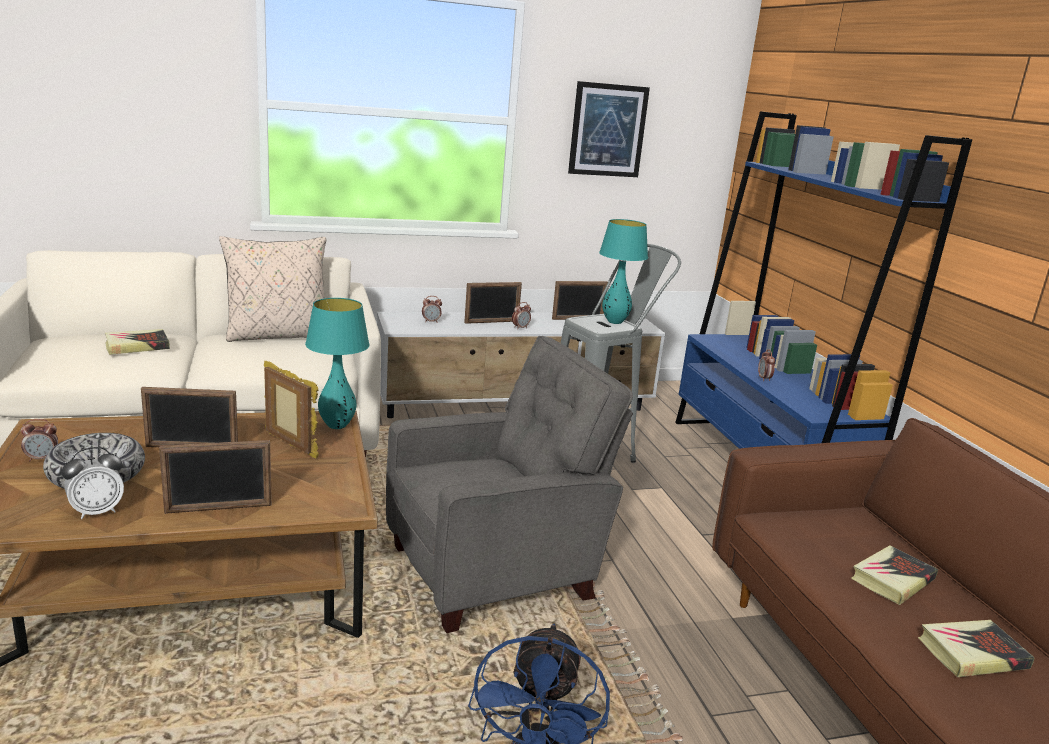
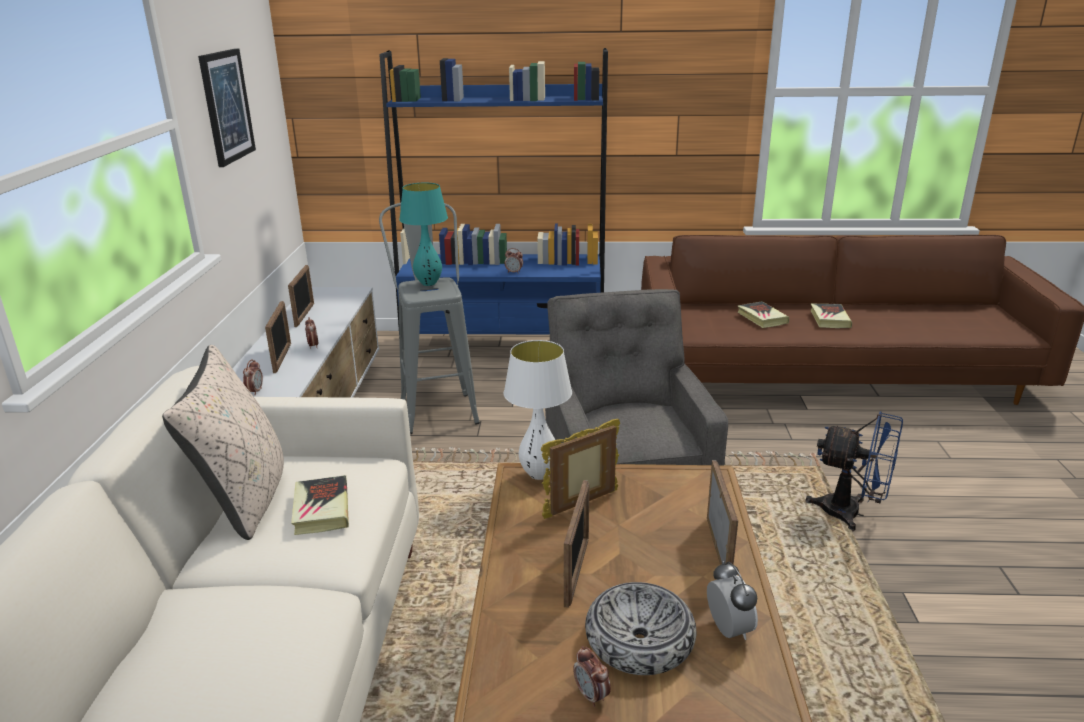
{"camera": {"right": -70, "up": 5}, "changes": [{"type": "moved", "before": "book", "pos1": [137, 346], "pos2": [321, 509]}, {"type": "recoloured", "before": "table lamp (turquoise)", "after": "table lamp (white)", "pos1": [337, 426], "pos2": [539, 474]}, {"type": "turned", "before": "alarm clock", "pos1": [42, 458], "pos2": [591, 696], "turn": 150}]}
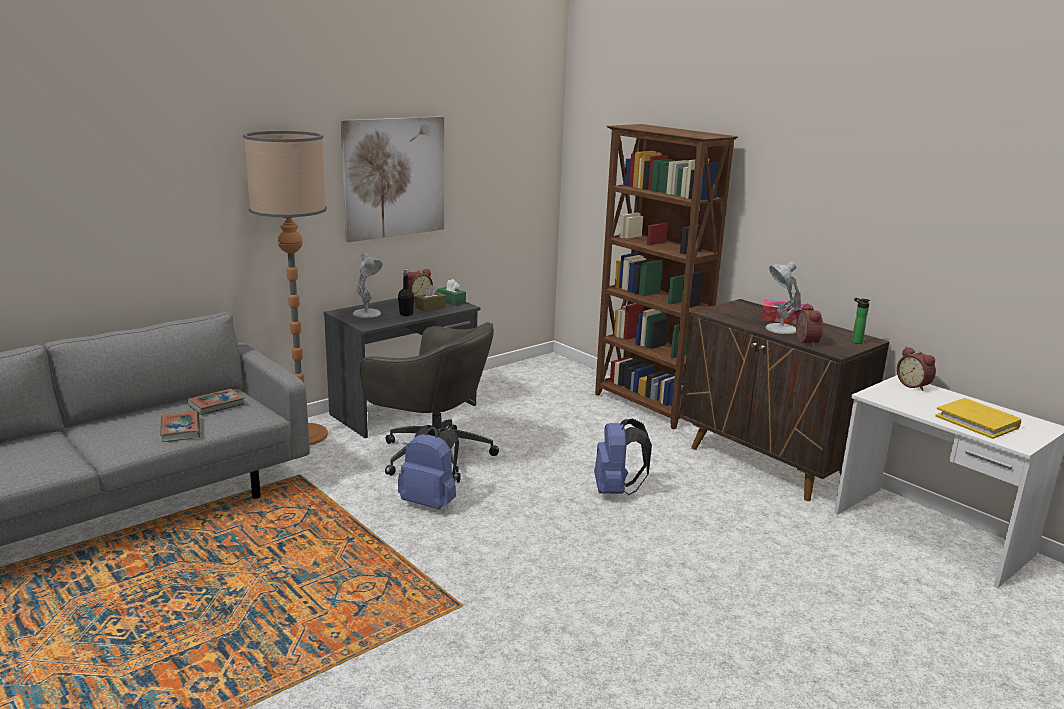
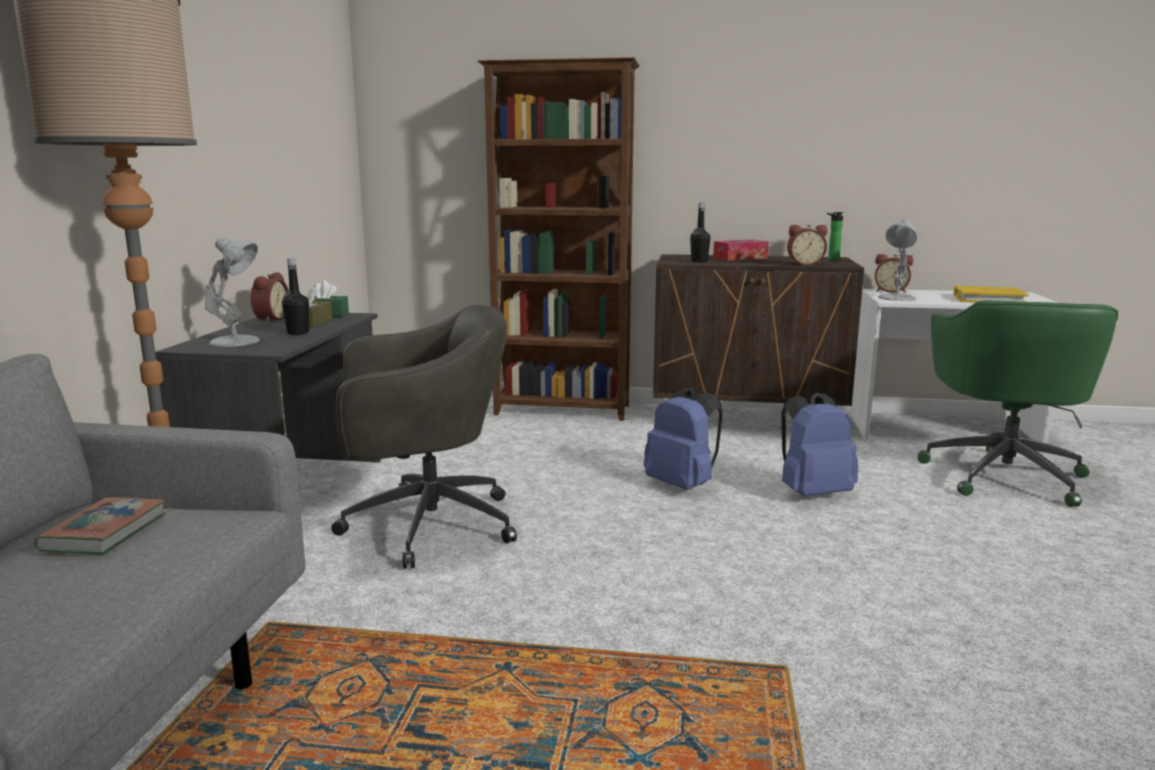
{"camera": {"right": -40, "up": -5}, "changes": [{"type": "removed", "before": "book", "pos1": [180, 430]}, {"type": "removed", "before": "picture", "pos1": [394, 177]}, {"type": "added", "after": "bottle (black)", "pos2": [699, 261]}, {"type": "added", "after": "office chair (green)", "pos2": [1003, 474]}, {"type": "moved", "before": "backpack (blue)", "pos1": [431, 502], "pos2": [812, 493]}, {"type": "moved", "before": "table lamp (white)", "pos1": [779, 329], "pos2": [896, 298]}, {"type": "turned", "before": "alarm clock", "pos1": [804, 342], "pos2": [804, 264], "turn": 135}]}
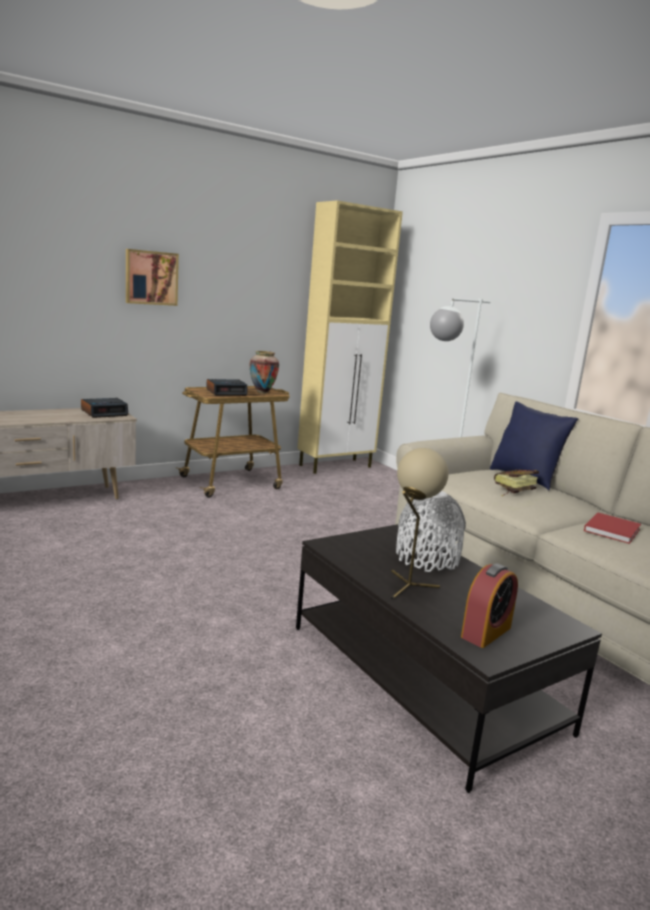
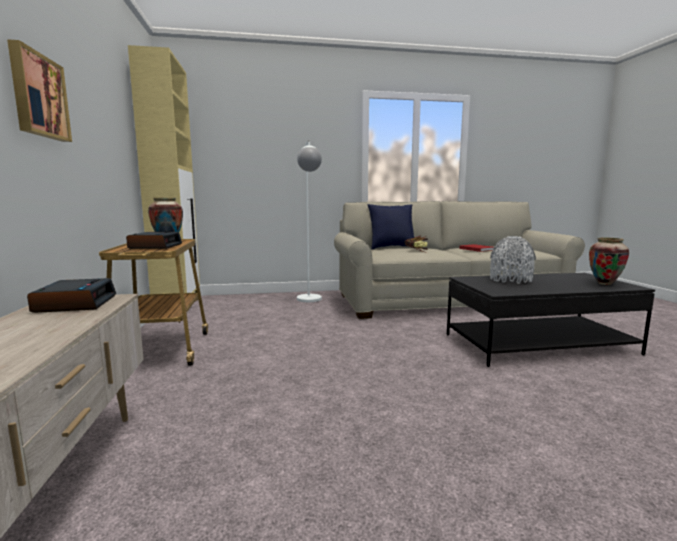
{"camera": {"right": -65, "up": -5}, "changes": [{"type": "removed", "before": "table lamp (beige)", "pos1": [407, 587]}, {"type": "replaced", "before": "alarm clock", "after": "vase", "pos1": [486, 632], "pos2": [604, 283]}]}
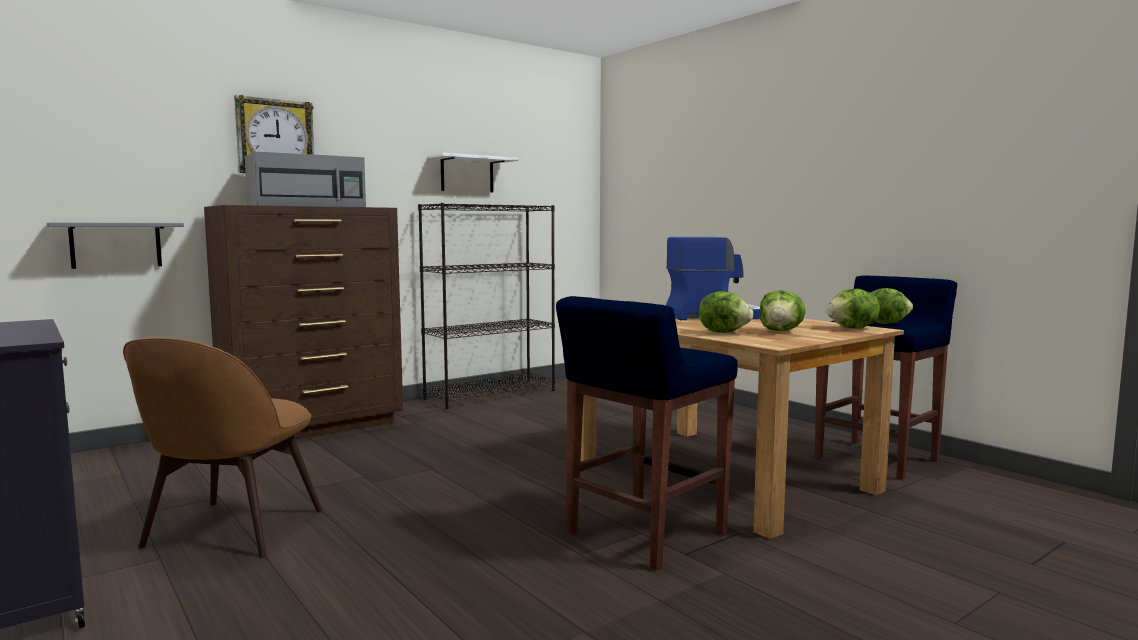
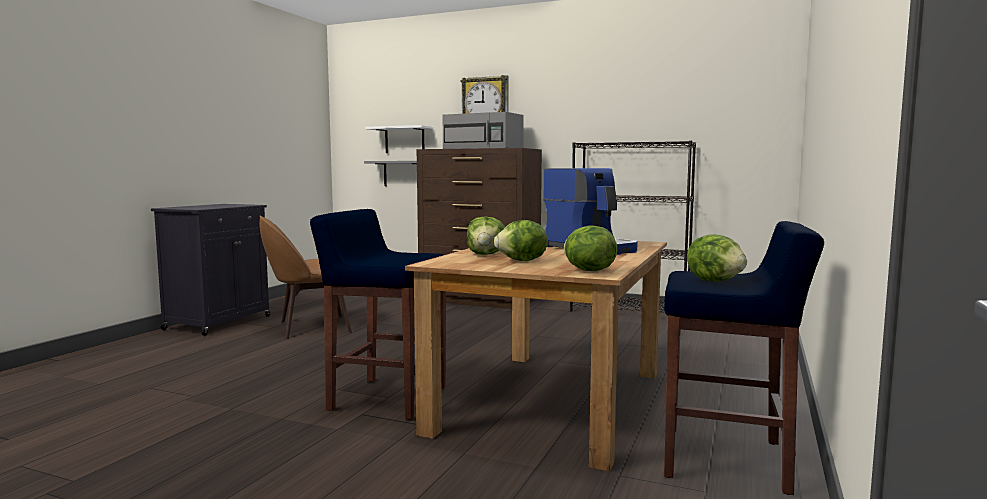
{"camera": {"right": 60, "up": 0}, "changes": [{"type": "moved", "before": "shelf (white)", "pos1": [467, 174], "pos2": [404, 140]}]}
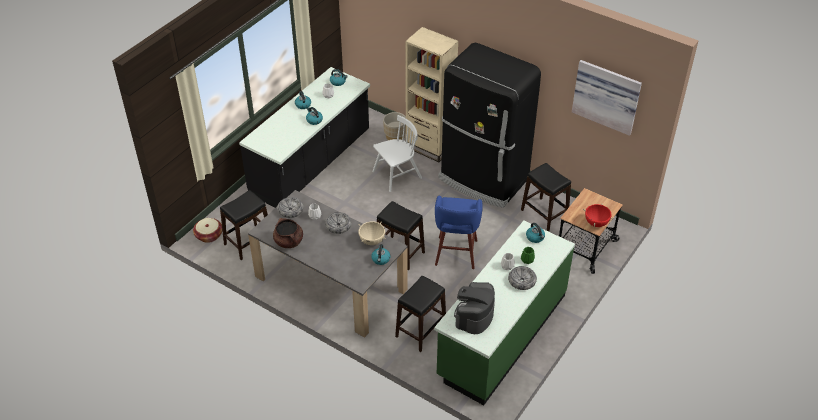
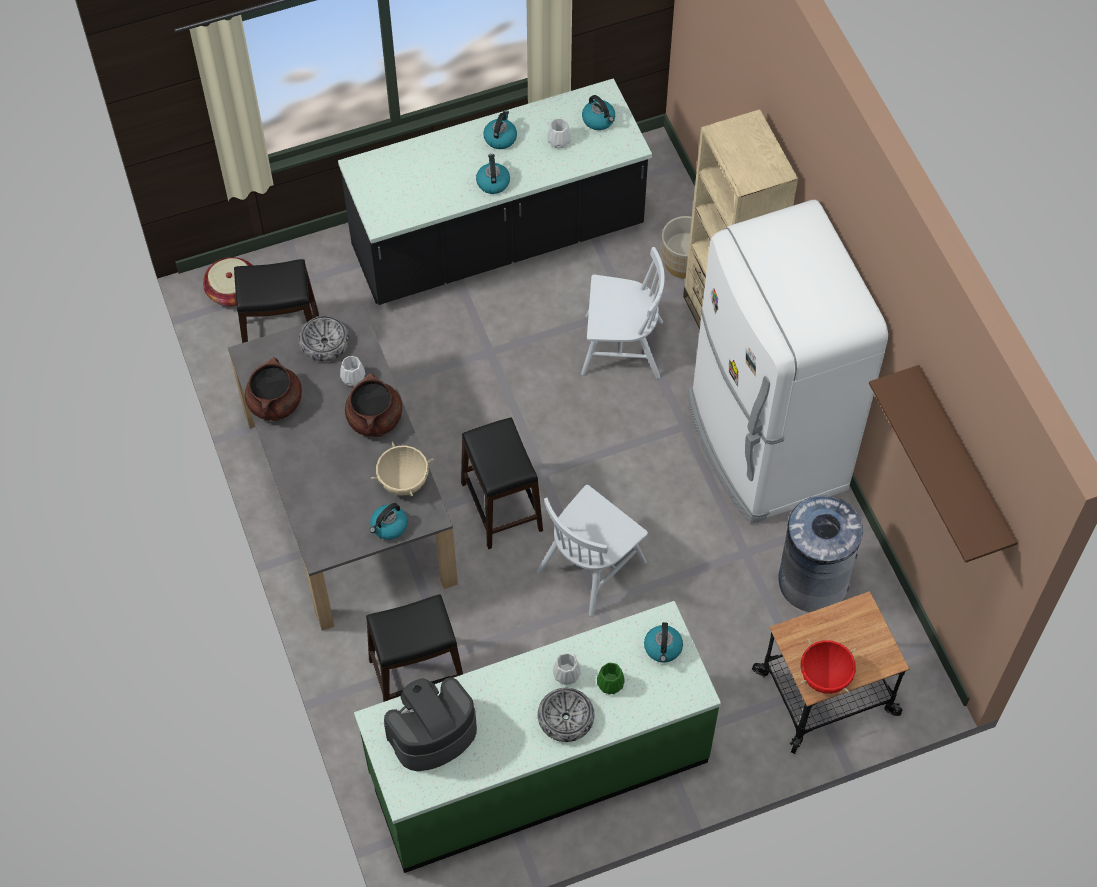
{"camera": {"right": 35, "up": 15}, "changes": [{"type": "replaced", "before": "bowl", "after": "cooking pot (brown)", "pos1": [338, 226], "pos2": [375, 419]}, {"type": "replaced", "before": "stool (blue)", "after": "chair (white)", "pos1": [455, 254], "pos2": [591, 566]}, {"type": "replaced", "before": "stool (black)", "after": "trash can (grey)", "pos1": [544, 214], "pos2": [812, 580]}, {"type": "replaced", "before": "picture", "after": "shelf (brown)", "pos1": [607, 96], "pos2": [963, 462]}, {"type": "recoloured", "before": "fridge (black)", "after": "fridge (white)", "pos1": [483, 180], "pos2": [764, 444]}]}
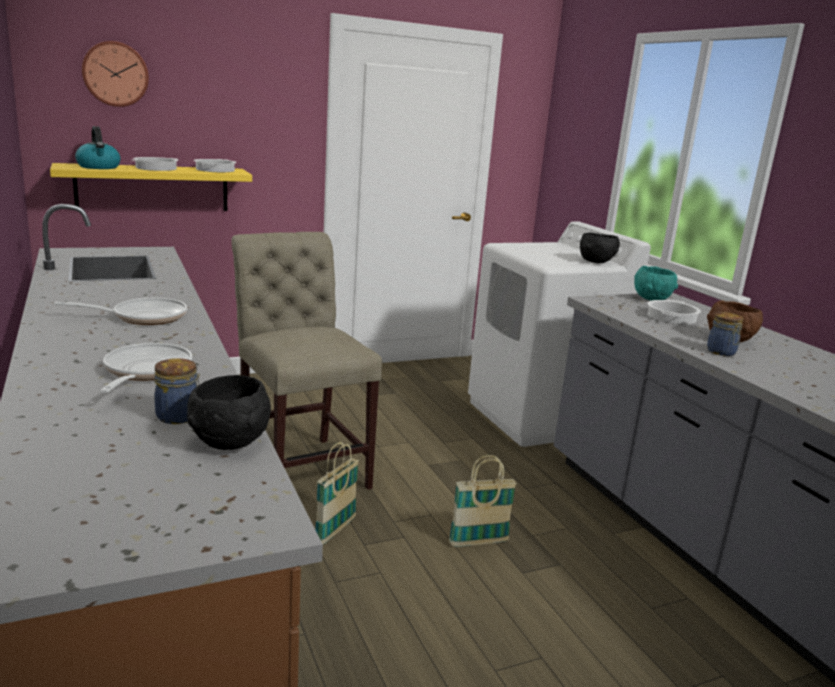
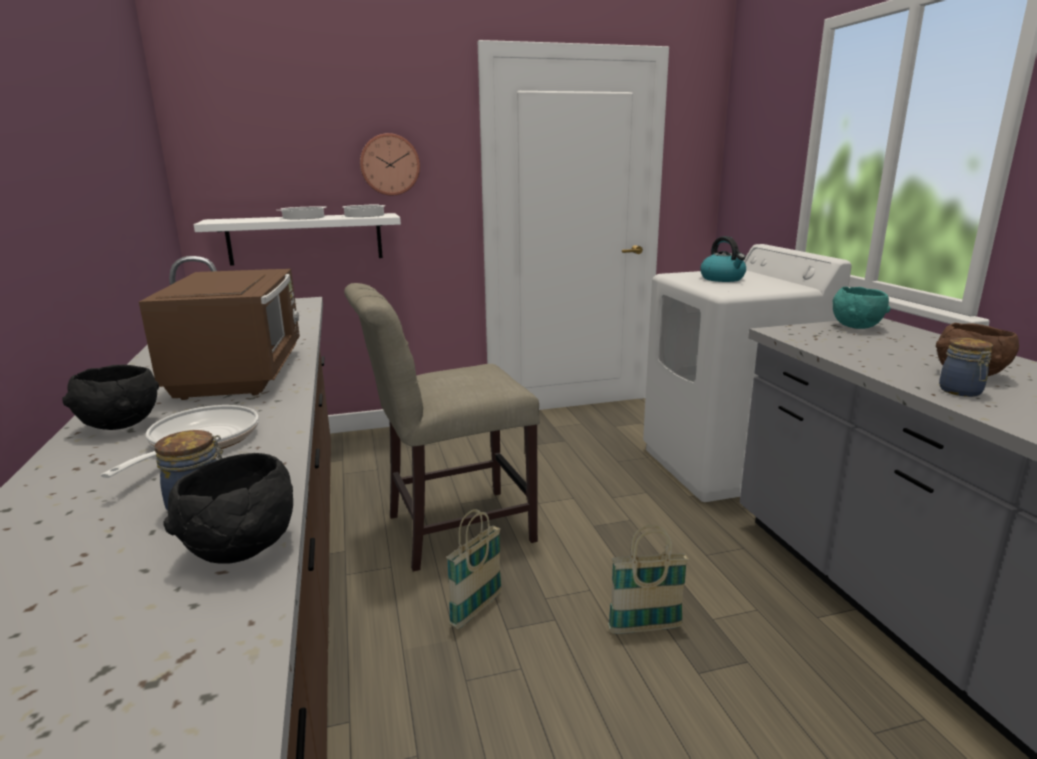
{"camera": {"right": 10, "up": 0}, "changes": [{"type": "removed", "before": "cooking pot", "pos1": [671, 317]}, {"type": "moved", "before": "kettle", "pos1": [99, 167], "pos2": [723, 279]}, {"type": "moved", "before": "wall clock", "pos1": [115, 74], "pos2": [389, 164]}, {"type": "moved", "before": "bowl (black)", "pos1": [596, 262], "pos2": [121, 425]}, {"type": "replaced", "before": "frying pan", "after": "microwave (brown)", "pos1": [143, 317], "pos2": [242, 373]}, {"type": "recoloured", "before": "shelf (yellow)", "after": "shelf (white)", "pos1": [153, 188], "pos2": [305, 239]}, {"type": "turned", "before": "chair (beige)", "pos1": [301, 467], "pos2": [450, 529], "turn": -90}]}
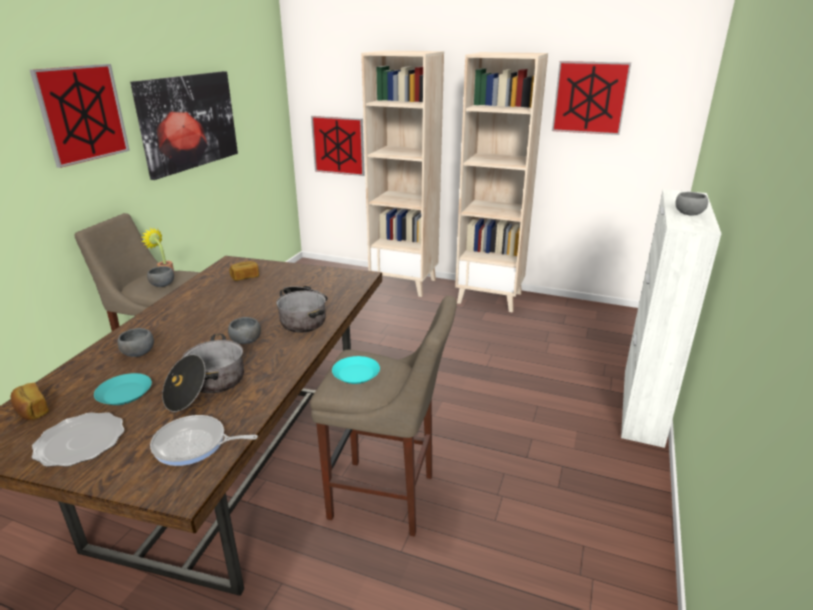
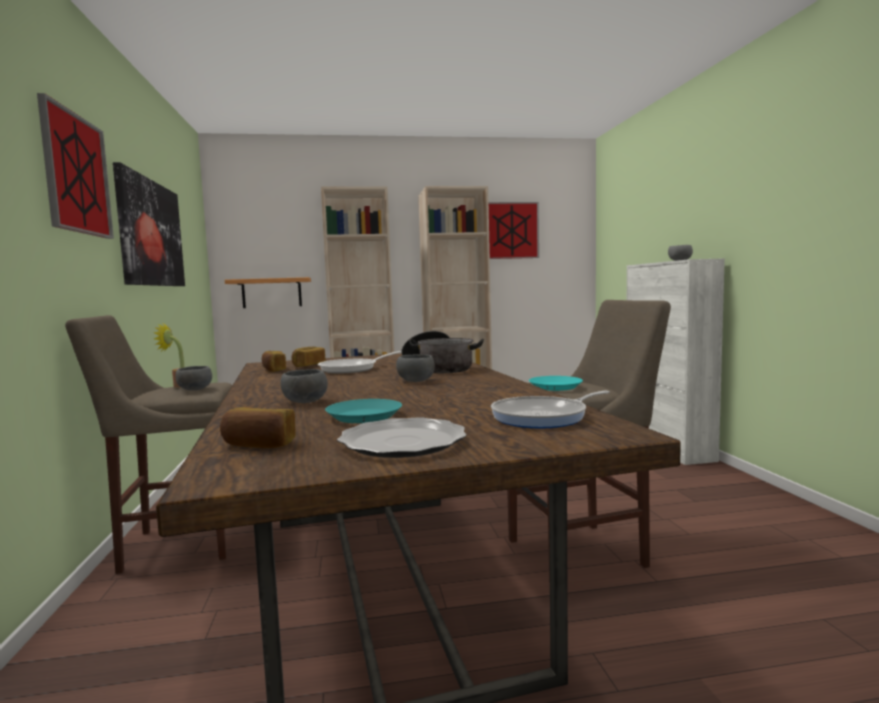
{"camera": {"right": -30, "up": -20}, "changes": [{"type": "removed", "before": "cooking pot", "pos1": [206, 387]}, {"type": "added", "after": "bread", "pos2": [273, 370]}, {"type": "added", "after": "frying pan", "pos2": [353, 369]}, {"type": "replaced", "before": "picture", "after": "shelf", "pos1": [338, 145], "pos2": [271, 293]}]}
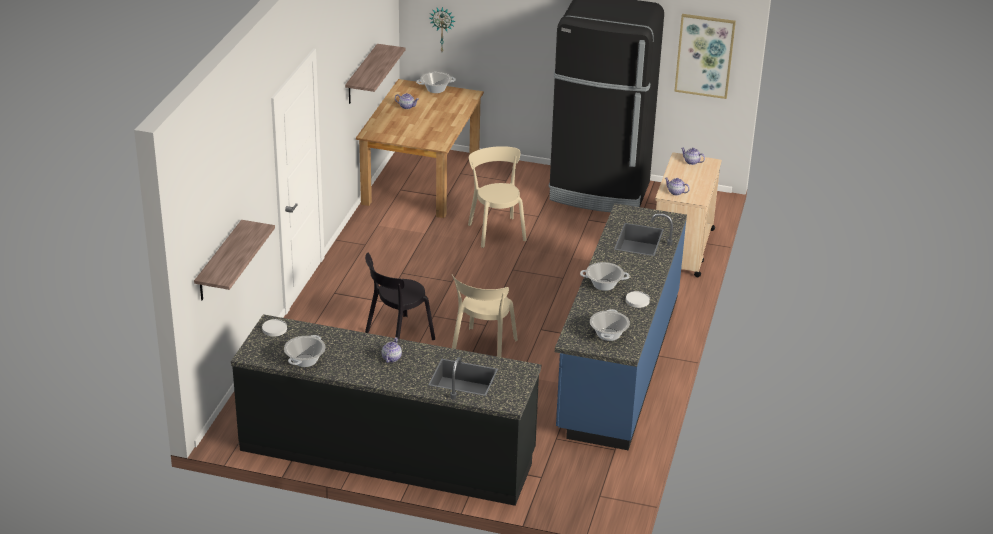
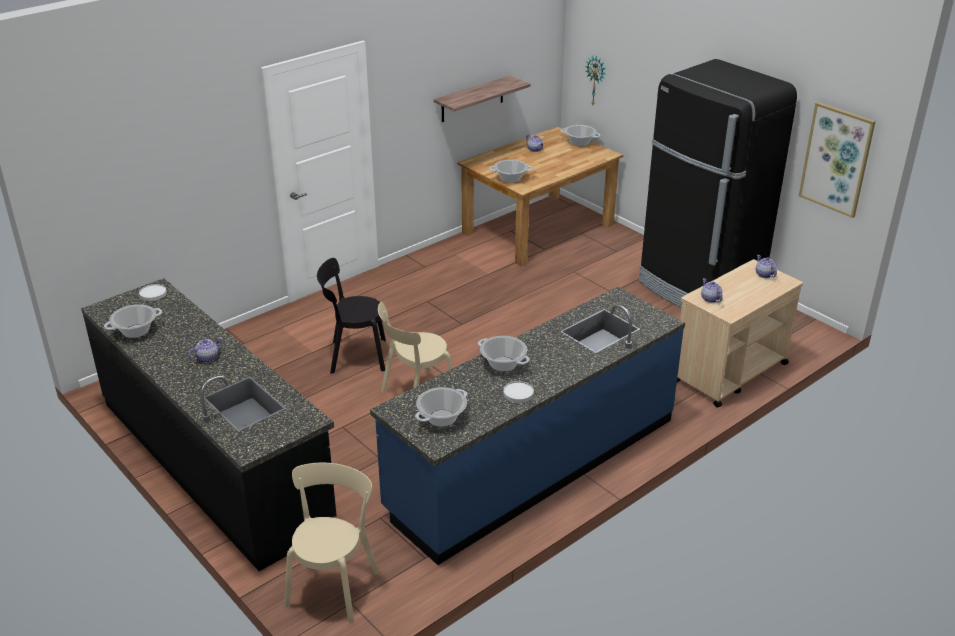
{"camera": {"right": 35, "up": 0}, "changes": [{"type": "removed", "before": "shelf", "pos1": [219, 262]}, {"type": "added", "after": "cooking pot", "pos2": [510, 179]}, {"type": "moved", "before": "chair (beige)", "pos1": [496, 231], "pos2": [334, 585]}]}
